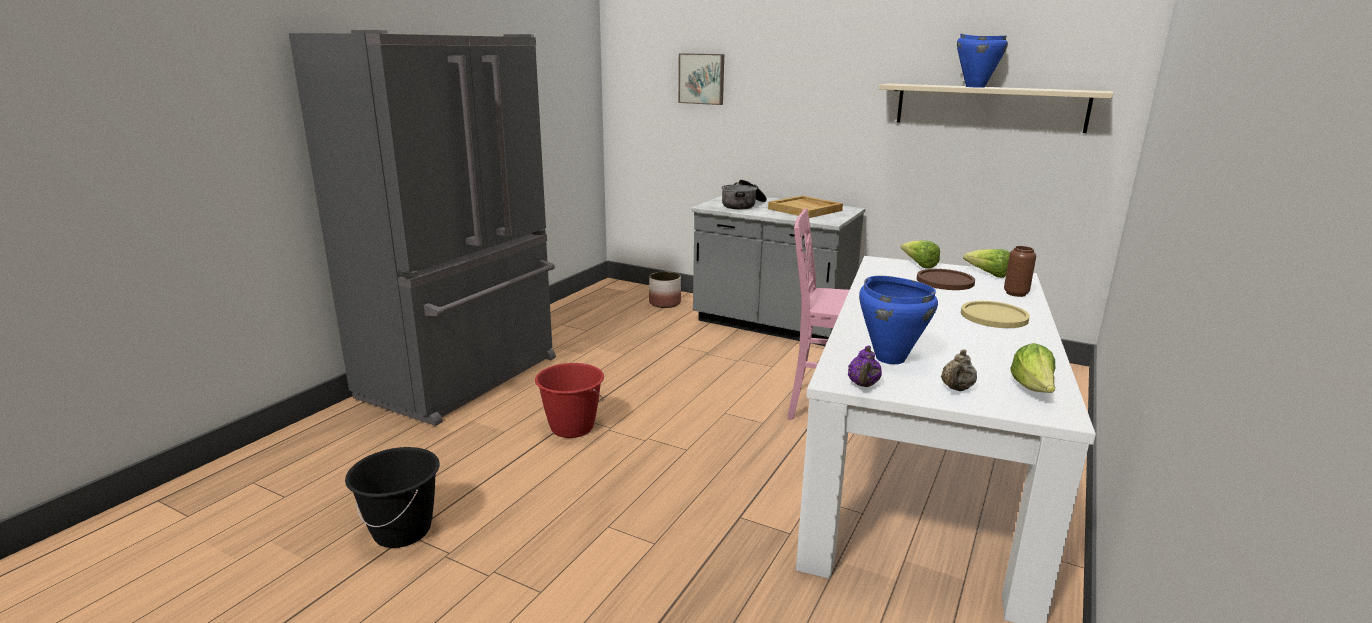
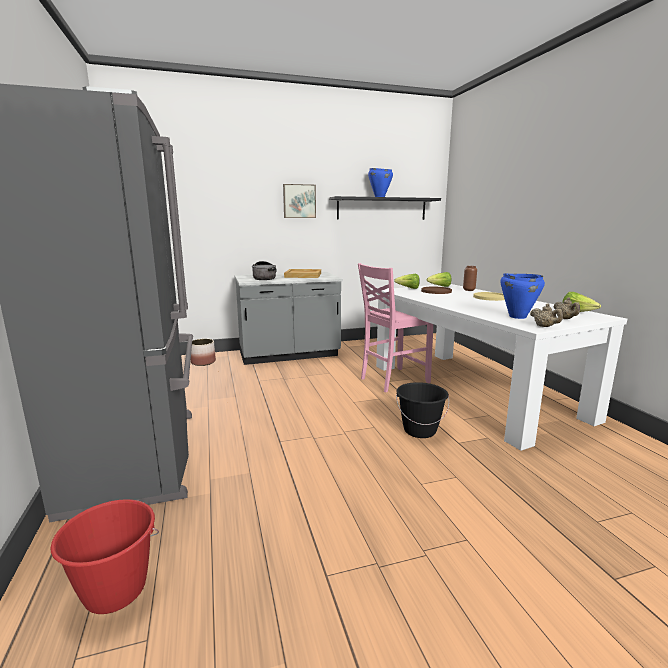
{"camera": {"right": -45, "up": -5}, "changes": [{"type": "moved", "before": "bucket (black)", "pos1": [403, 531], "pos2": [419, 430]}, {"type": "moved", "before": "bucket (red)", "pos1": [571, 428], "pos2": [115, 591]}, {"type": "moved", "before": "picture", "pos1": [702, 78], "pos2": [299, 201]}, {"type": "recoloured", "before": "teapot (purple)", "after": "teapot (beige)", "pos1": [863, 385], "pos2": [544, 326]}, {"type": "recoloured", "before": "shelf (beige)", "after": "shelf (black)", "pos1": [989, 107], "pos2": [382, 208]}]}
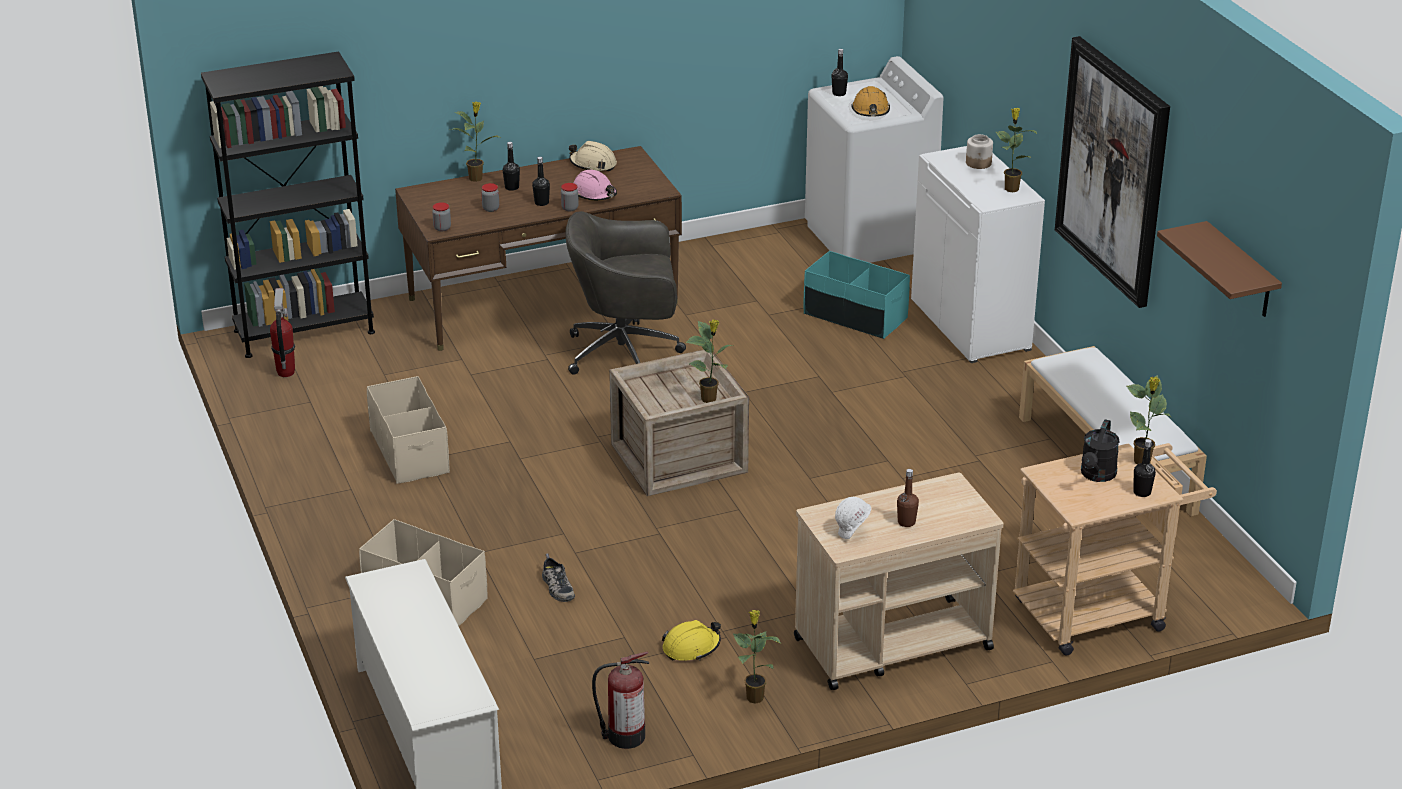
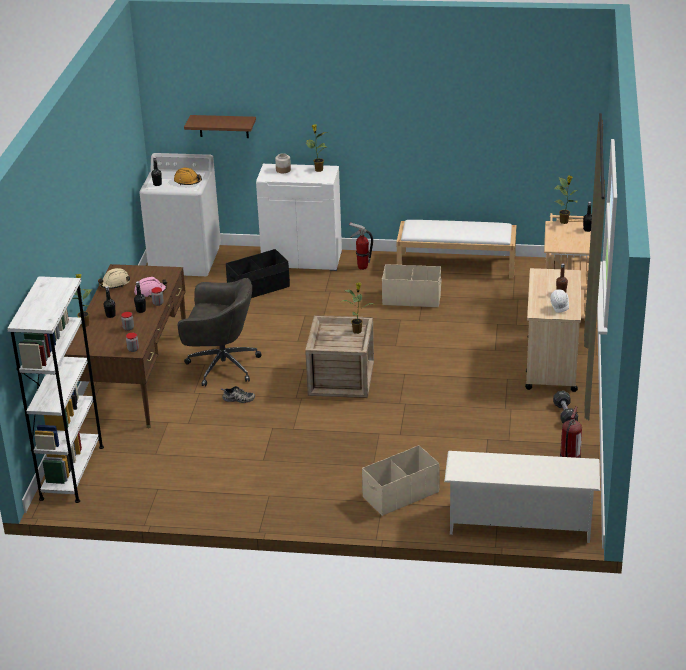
{"camera": {"right": -60, "up": 0}, "changes": [{"type": "removed", "before": "hard hat (yellow)", "pos1": [691, 647]}, {"type": "removed", "before": "picture", "pos1": [1113, 170]}, {"type": "removed", "before": "watering can (black)", "pos1": [1097, 475]}, {"type": "moved", "before": "fire extinguisher", "pos1": [286, 372], "pos2": [362, 267]}, {"type": "moved", "before": "storage box (beige)", "pos1": [410, 452], "pos2": [411, 298]}, {"type": "moved", "before": "shoe", "pos1": [556, 587], "pos2": [238, 399]}, {"type": "moved", "before": "shelf (brown)", "pos1": [1240, 272], "pos2": [223, 126]}, {"type": "replaced", "before": "potted plant", "after": "dumbbell (black)", "pos1": [754, 697], "pos2": [565, 414]}, {"type": "recoloured", "before": "bookcase (black)", "after": "bookcase (white)", "pos1": [304, 331], "pos2": [72, 472]}, {"type": "recoloured", "before": "storage box (turquoise)", "after": "storage box (black)", "pos1": [855, 316], "pos2": [259, 288]}, {"type": "turned", "before": "office chair (grey)", "pos1": [626, 353], "pos2": [221, 366], "turn": -105}]}
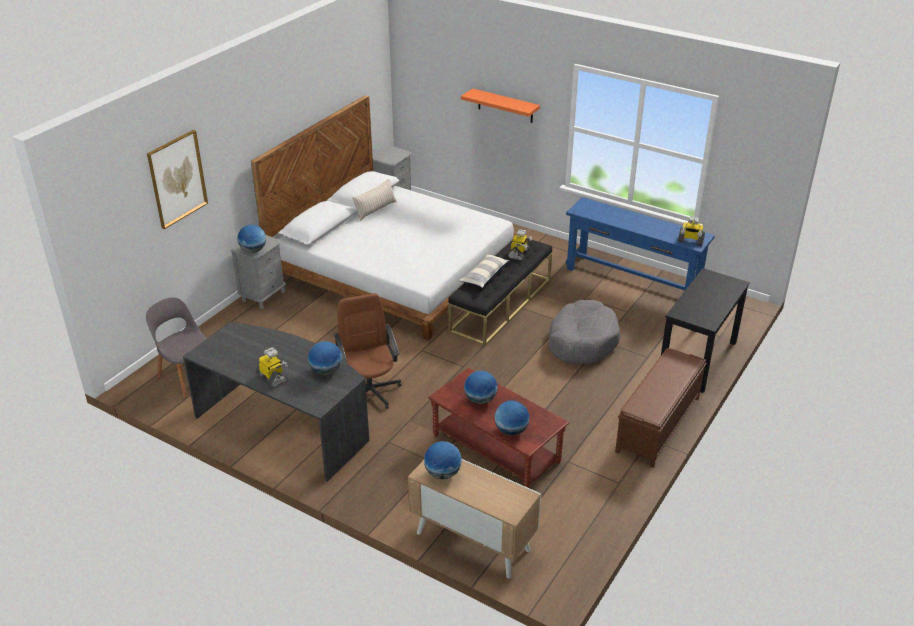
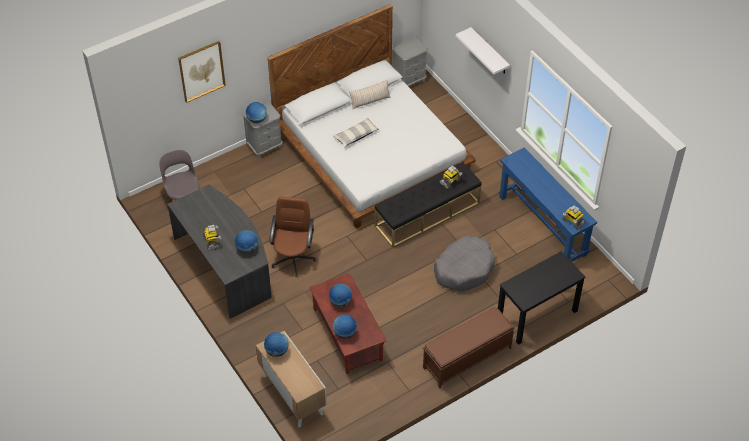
{"camera": {"right": 25, "up": 15}, "changes": [{"type": "moved", "before": "pillow", "pos1": [484, 276], "pos2": [356, 135]}, {"type": "recoloured", "before": "shelf (orange)", "after": "shelf (white)", "pos1": [505, 106], "pos2": [489, 52]}]}
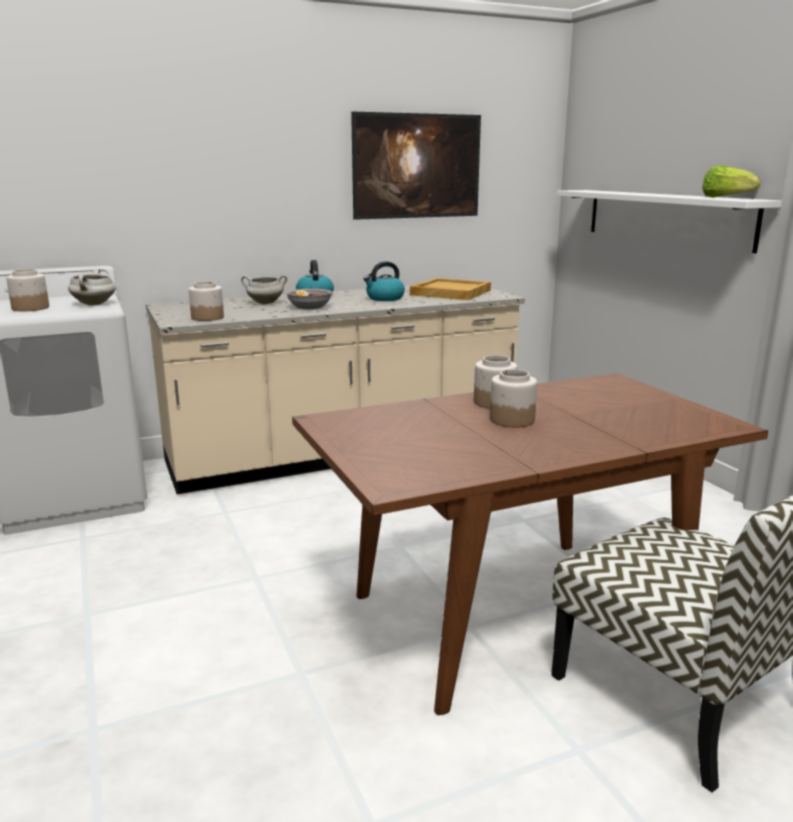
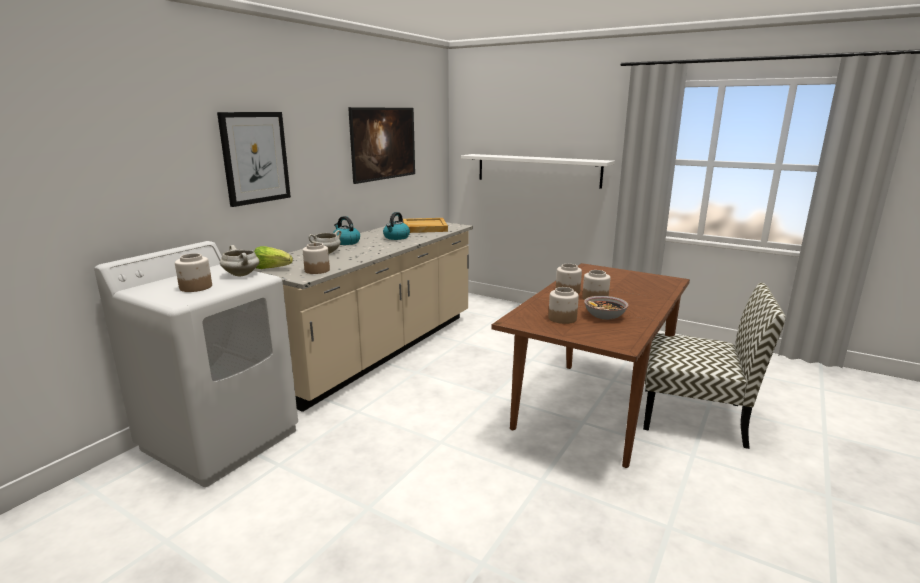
{"camera": {"right": -35, "up": 0}, "changes": [{"type": "added", "after": "picture", "pos2": [255, 158]}, {"type": "added", "after": "jar", "pos2": [562, 318]}, {"type": "moved", "before": "bowl", "pos1": [309, 307], "pos2": [604, 316]}, {"type": "moved", "before": "lettuce", "pos1": [725, 197], "pos2": [271, 268]}]}
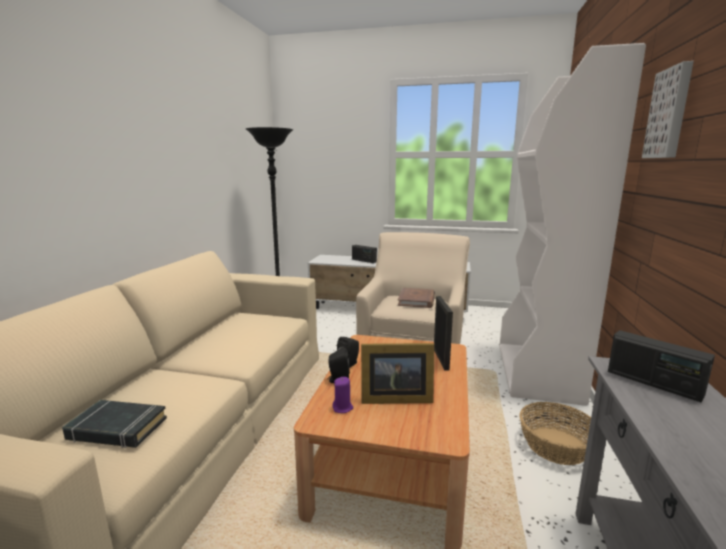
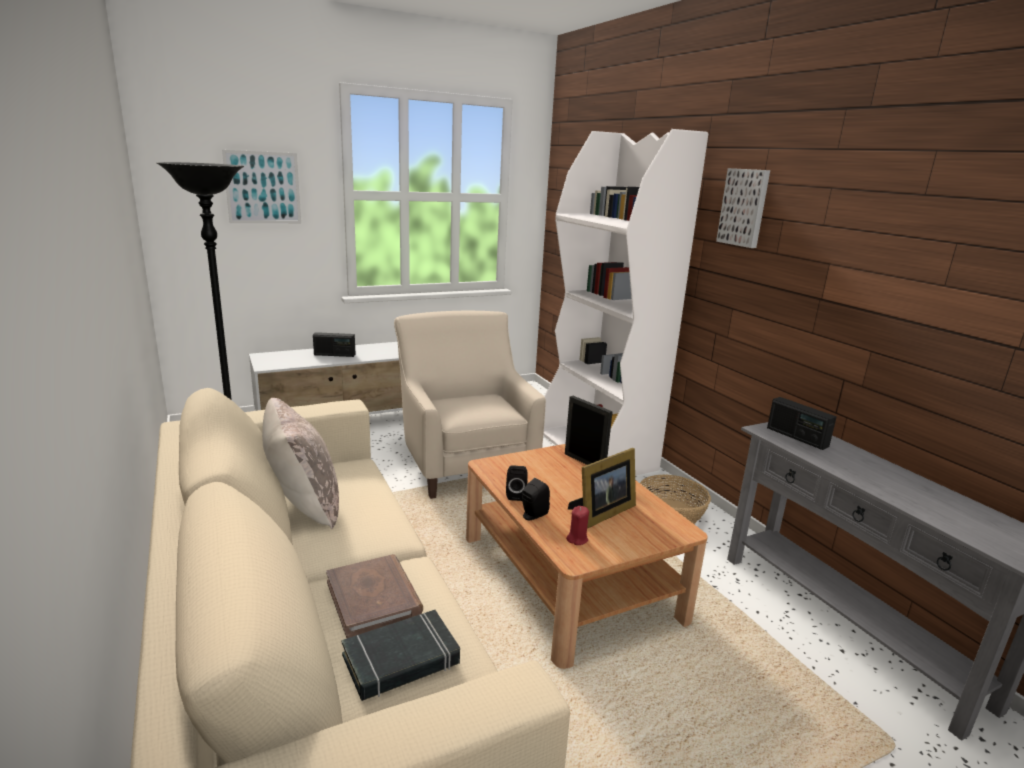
{"camera": {"right": -40, "up": 5}, "changes": [{"type": "added", "after": "picture", "pos2": [263, 188]}, {"type": "added", "after": "pillow (beige)", "pos2": [303, 505]}, {"type": "moved", "before": "book (brown)", "pos1": [416, 300], "pos2": [374, 598]}, {"type": "recoloured", "before": "candle (purple)", "after": "candle (red)", "pos1": [342, 408], "pos2": [577, 539]}, {"type": "turned", "before": "radio", "pos1": [653, 383], "pos2": [796, 437], "turn": 45}]}
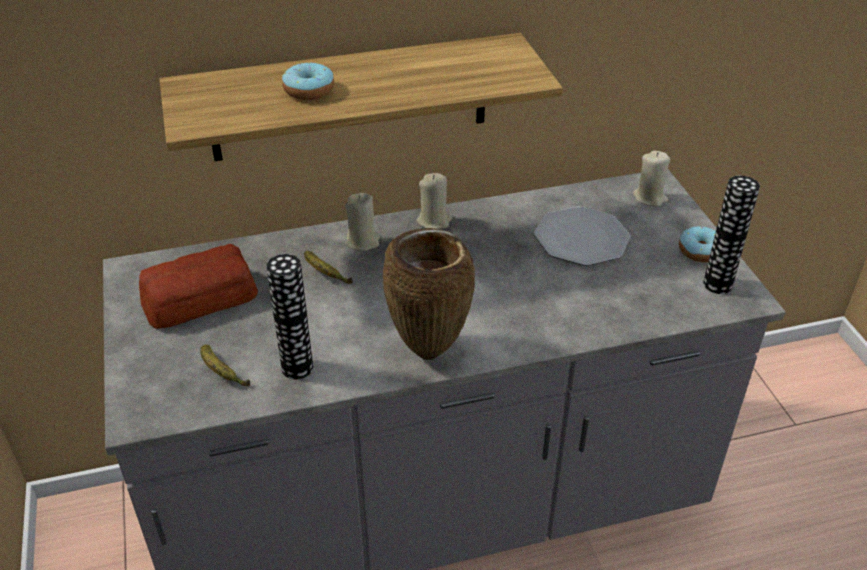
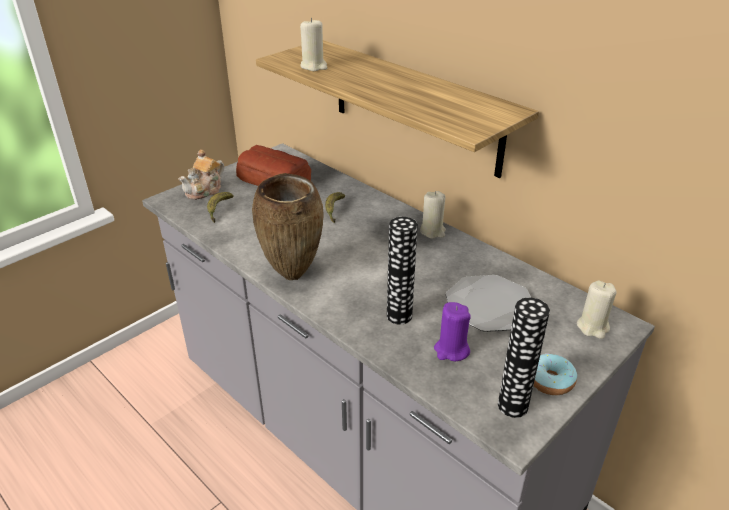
{"camera": {"right": 60, "up": -5}, "changes": [{"type": "removed", "before": "donut", "pos1": [309, 90]}, {"type": "added", "after": "teapot", "pos2": [205, 190]}, {"type": "added", "after": "candle (purple)", "pos2": [451, 350]}, {"type": "moved", "before": "vase", "pos1": [297, 368], "pos2": [399, 316]}, {"type": "moved", "before": "candle (beige)", "pos1": [362, 241], "pos2": [314, 66]}]}
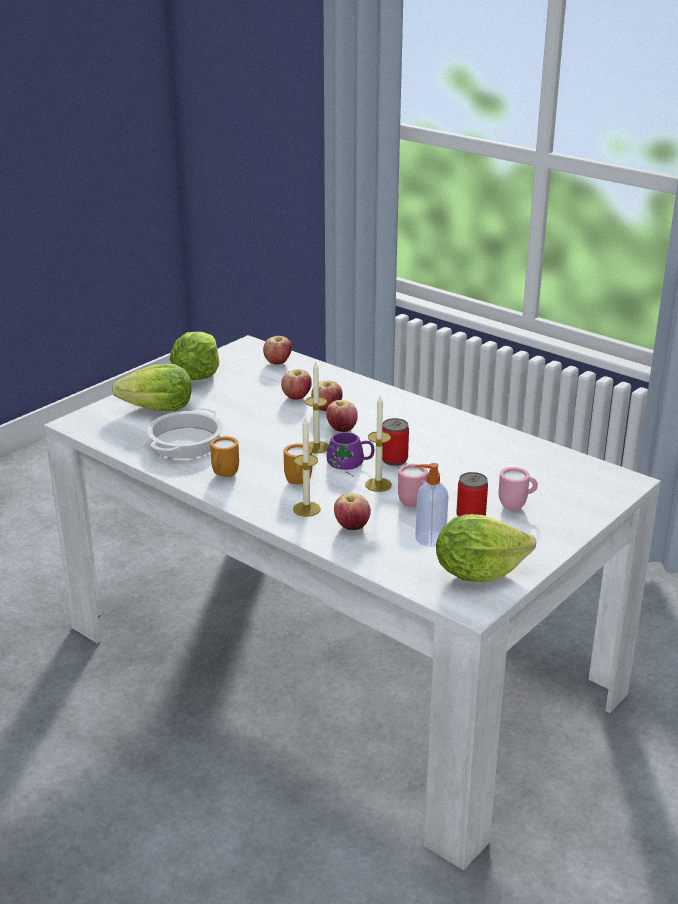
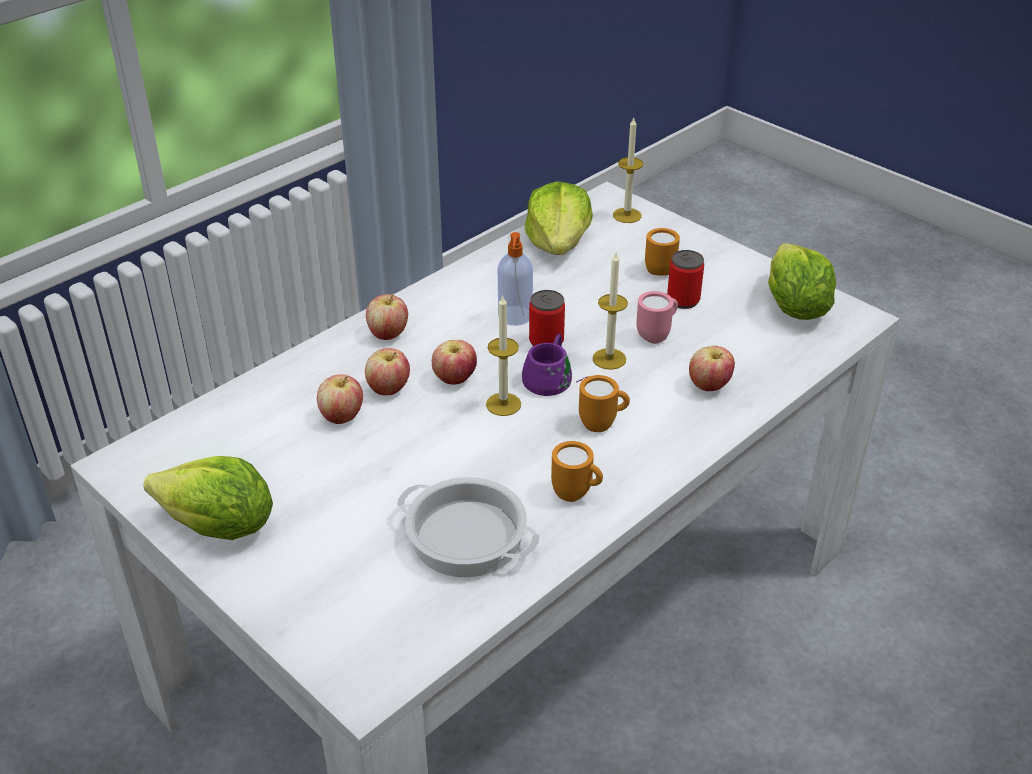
{"camera": {"right": -85, "up": 10}, "changes": [{"type": "moved", "before": "lettuce", "pos1": [158, 408], "pos2": [558, 244]}, {"type": "moved", "before": "apple", "pos1": [277, 362], "pos2": [388, 334]}, {"type": "moved", "before": "candle", "pos1": [306, 509], "pos2": [627, 215]}, {"type": "moved", "before": "soap dispenser", "pos1": [429, 538], "pos2": [515, 317]}, {"type": "recoloured", "before": "mug (pink)", "after": "mug (orange)", "pos1": [516, 506], "pos2": [660, 269]}]}
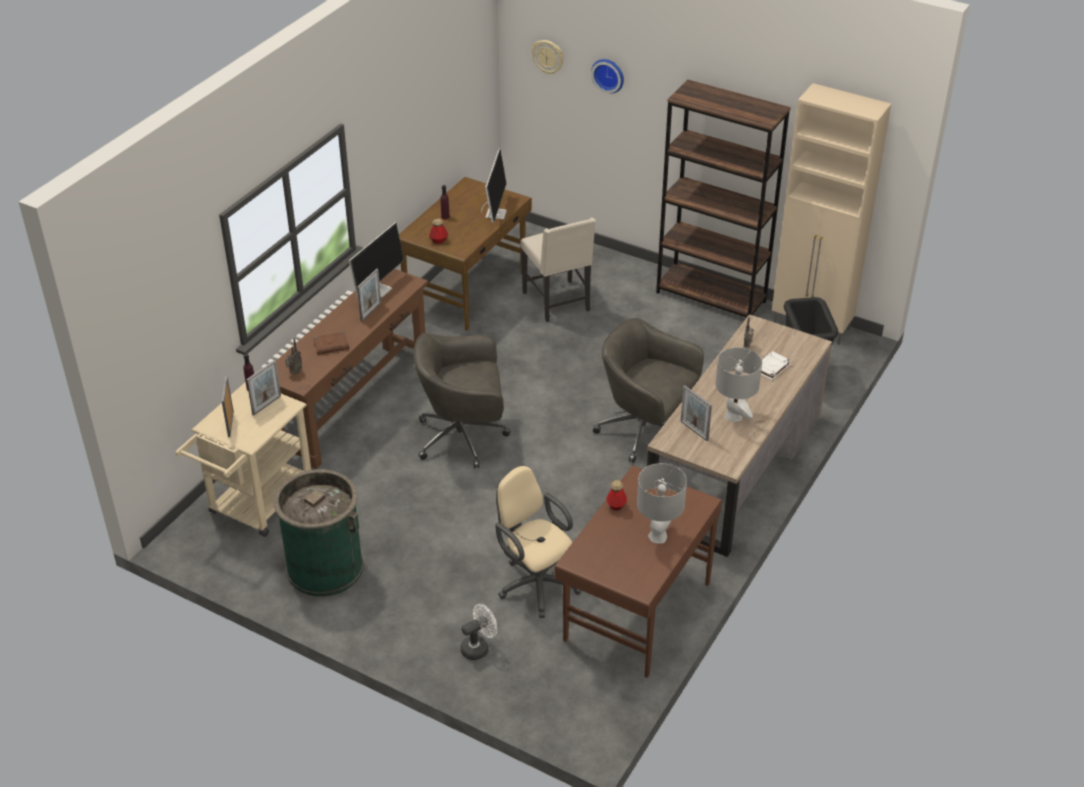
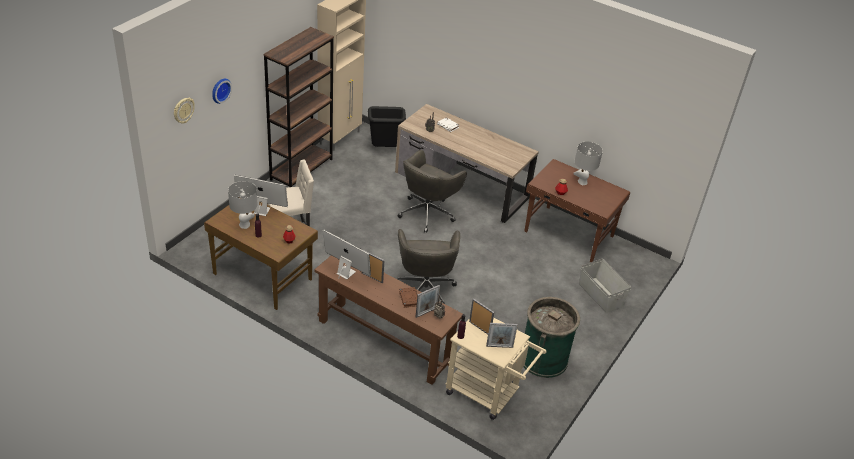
{"camera": {"right": -90, "up": 0}, "changes": [{"type": "removed", "before": "office chair (beige)", "pos1": [535, 583]}, {"type": "moved", "before": "picture frame", "pos1": [694, 430], "pos2": [426, 312]}, {"type": "moved", "before": "table lamp (grey)", "pos1": [733, 416], "pos2": [244, 225]}, {"type": "replaced", "before": "fan (white)", "after": "storage box (grey)", "pos1": [478, 647], "pos2": [600, 295]}]}
